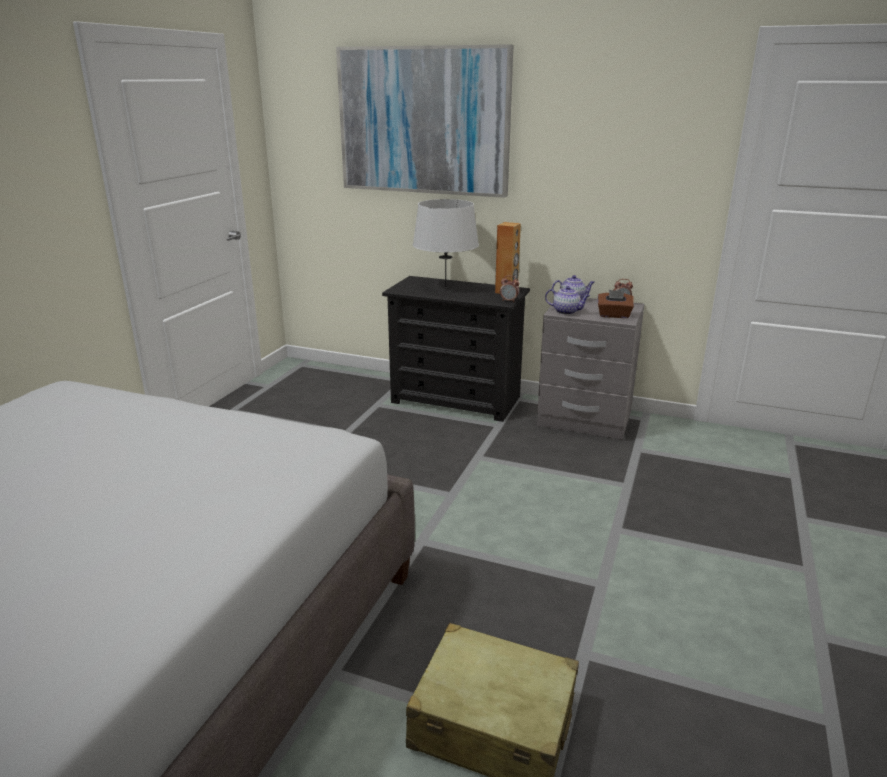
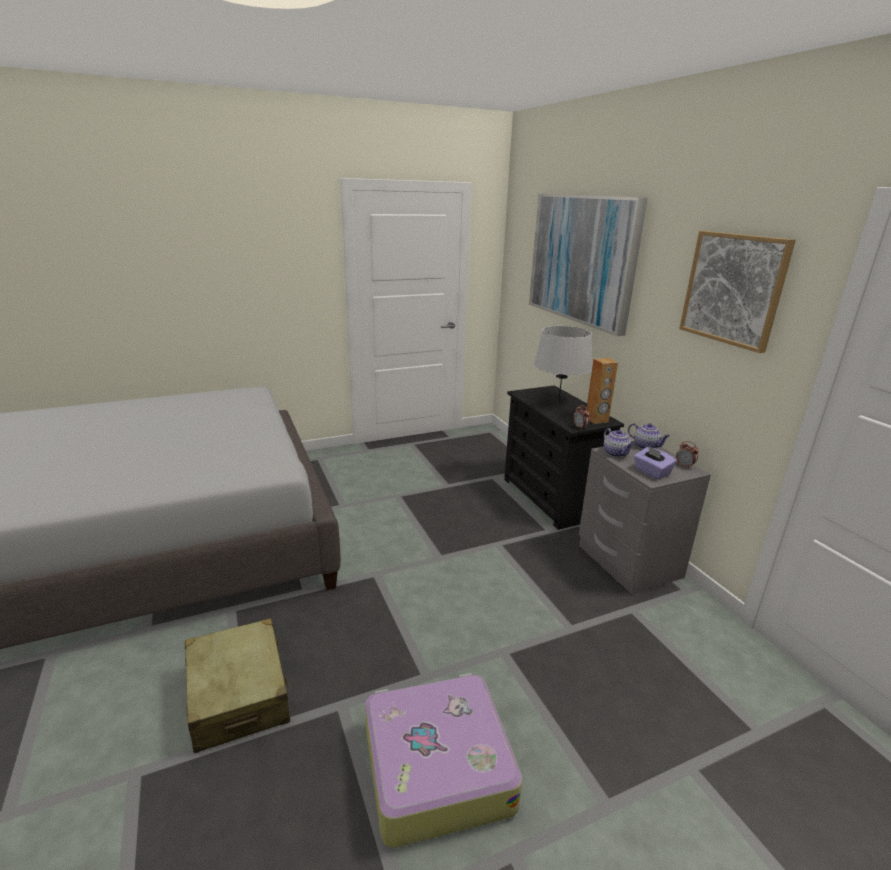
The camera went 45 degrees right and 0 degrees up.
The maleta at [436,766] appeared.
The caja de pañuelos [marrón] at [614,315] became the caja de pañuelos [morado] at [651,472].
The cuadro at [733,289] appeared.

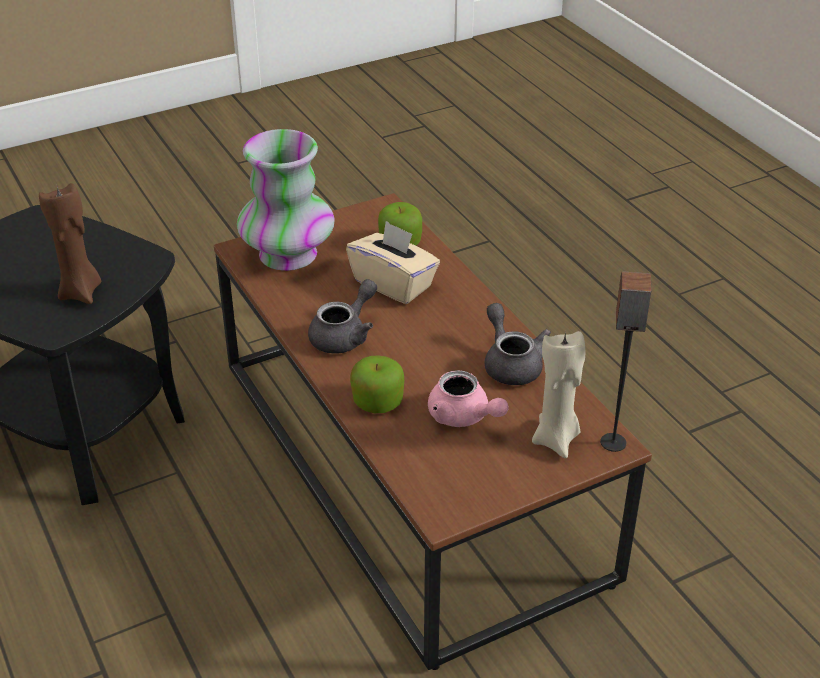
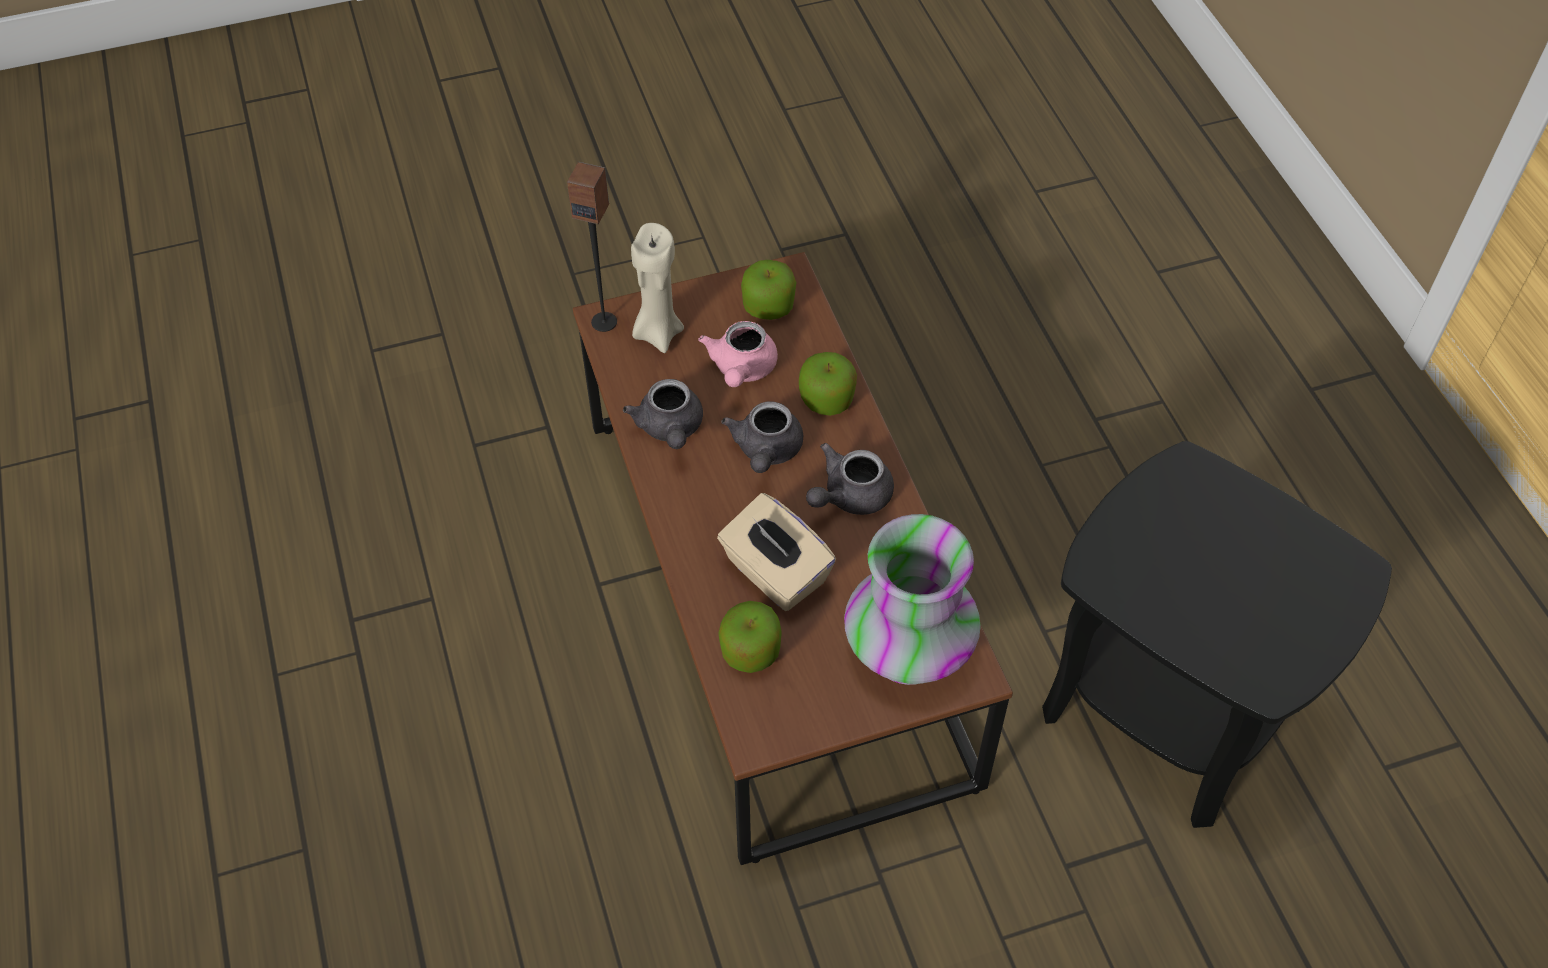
The camera went 170 degrees left and 15 degrees up.
The tetera [rosa] at [463,417] turned 135 degrees counterclockwise.
The tetera [gris] at [766,451] appeared.
The manzana at [768,306] appeared.
The vela [marrón] at [81,292] disappeared.

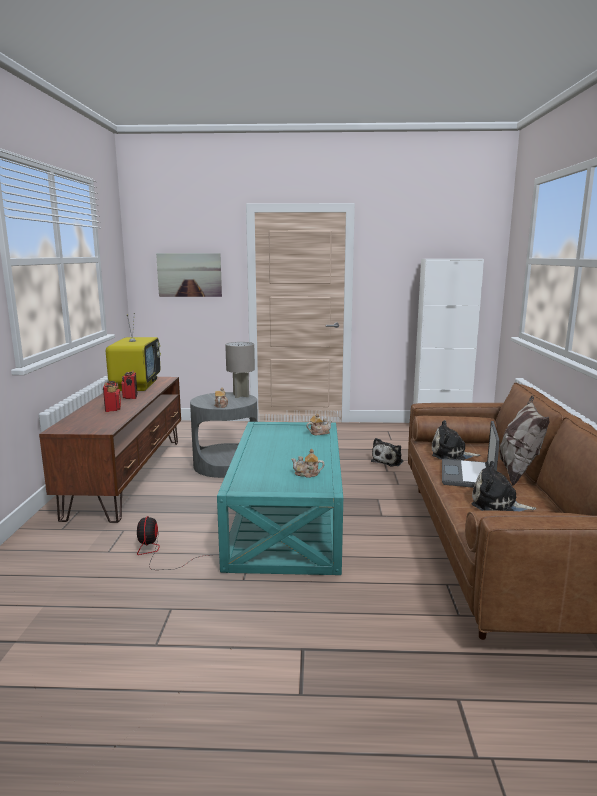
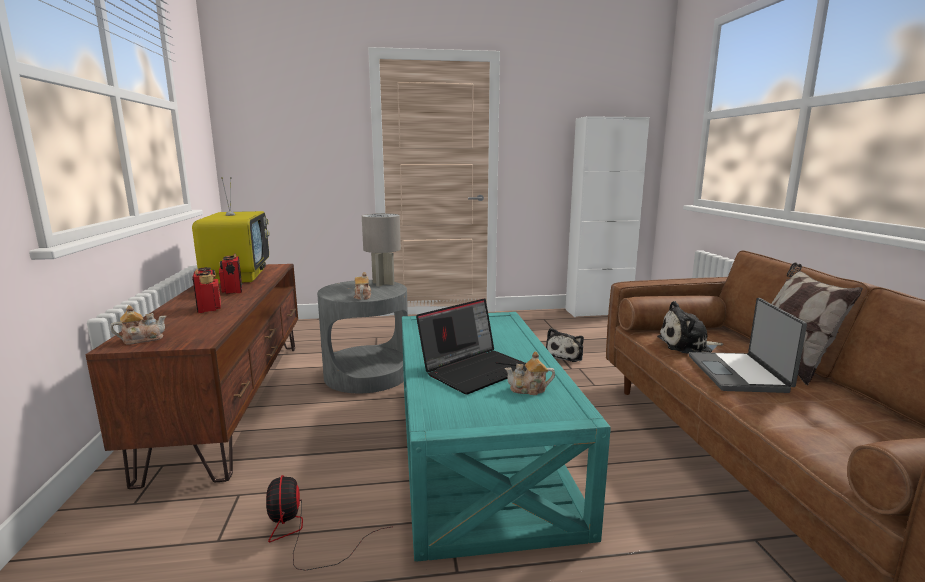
The camera went 10 degrees left and 0 degrees up.
The tetera moved from [319,433] to [142,339].
The portátil at [476,369] appeared.
The cuadro at [189,275] disappeared.
The peluche at [497,504] disappeared.

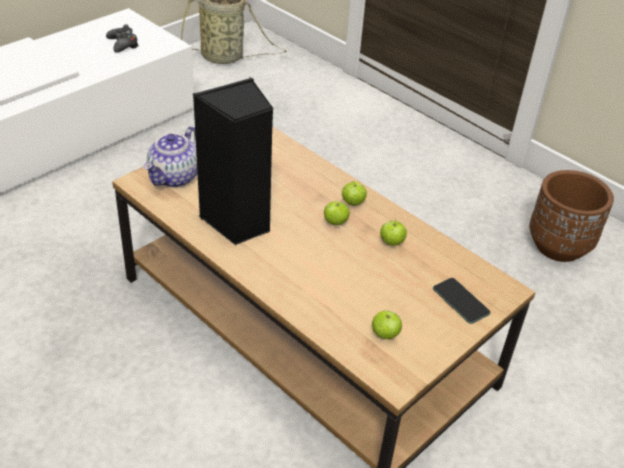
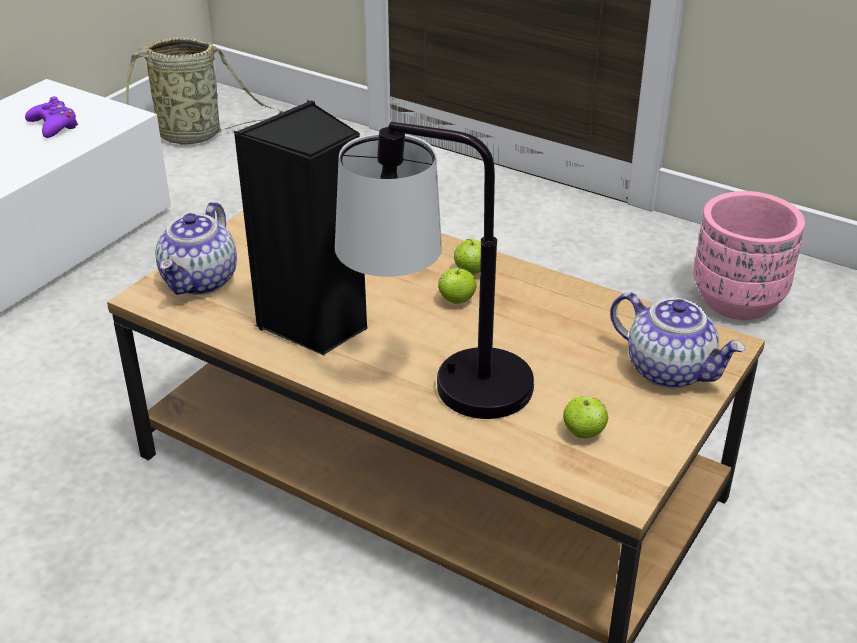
The camera went 10 degrees left and 5 degrees down.
The mando de consola [negro] at [123,44] became the mando de consola [morado] at [54,126].
The lámpara de mesa at [437,384] appeared.
The móvil at [460,301] was replaced by the tetera at [670,370].
The maceta [marrón] at [558,246] became the maceta [rosa] at [737,301].
The manzana at [391,243] disappeared.

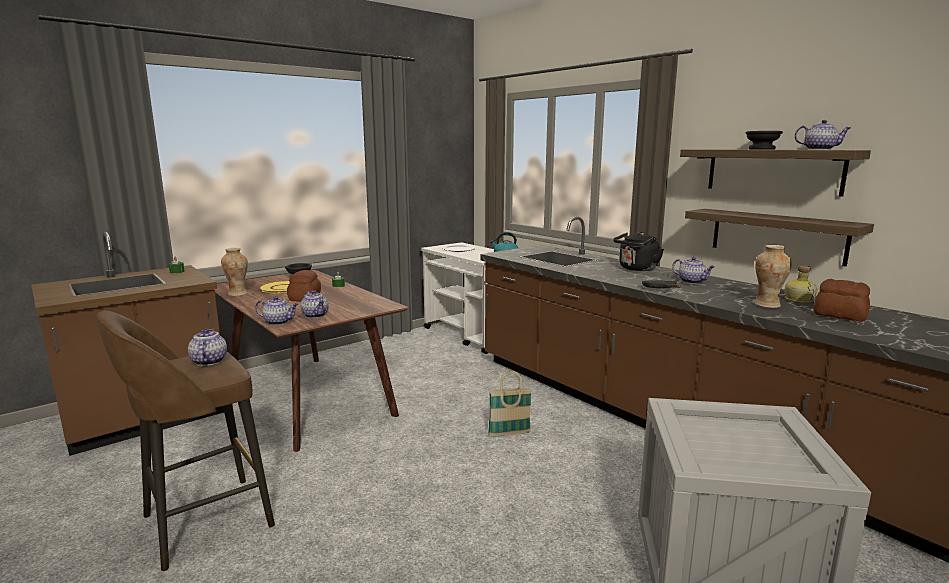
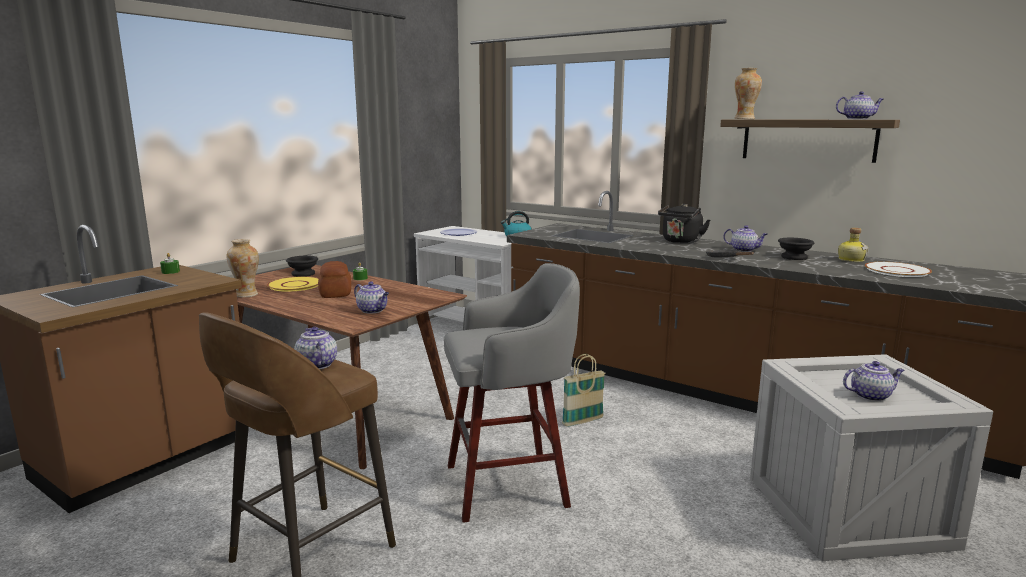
The camera went 15 degrees left and 0 degrees up.
The taburete [gris] at [511,485] appeared.
The florero moved from [767,305] to [744,119].
The cuenco [negro] moved from [762,149] to [795,257].
The tetera moved from [279,322] to [871,396].
The pan at [840,315] was replaced by the plato [blanco] at [897,270].
The estante at [777,235] disappeared.

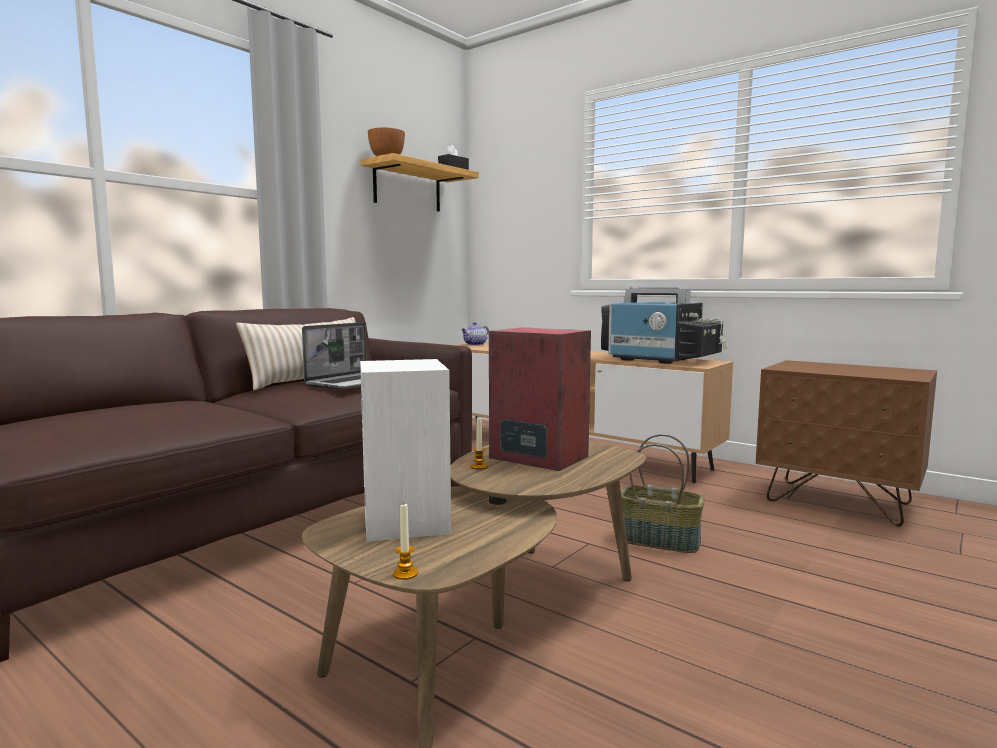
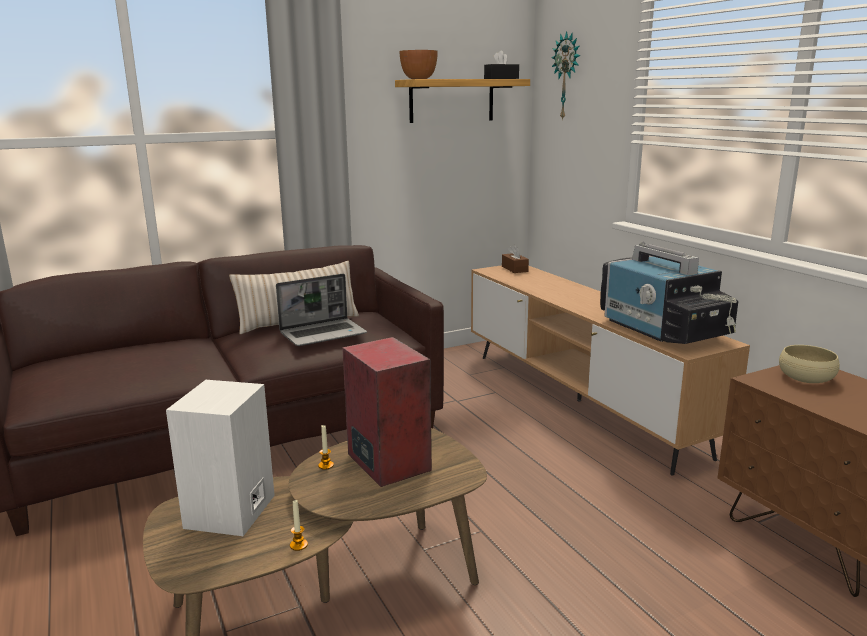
The camera went 25 degrees right and 10 degrees up.
The vela moved from [405,574] to [298,545].
The tetera at [475,345] was replaced by the caja de pañuelos [marrón] at [514,269].
The reloj de pared at [567,76] appeared.
The cuenco [beis] at [806,377] appeared.
The cesta at [660,540] disappeared.

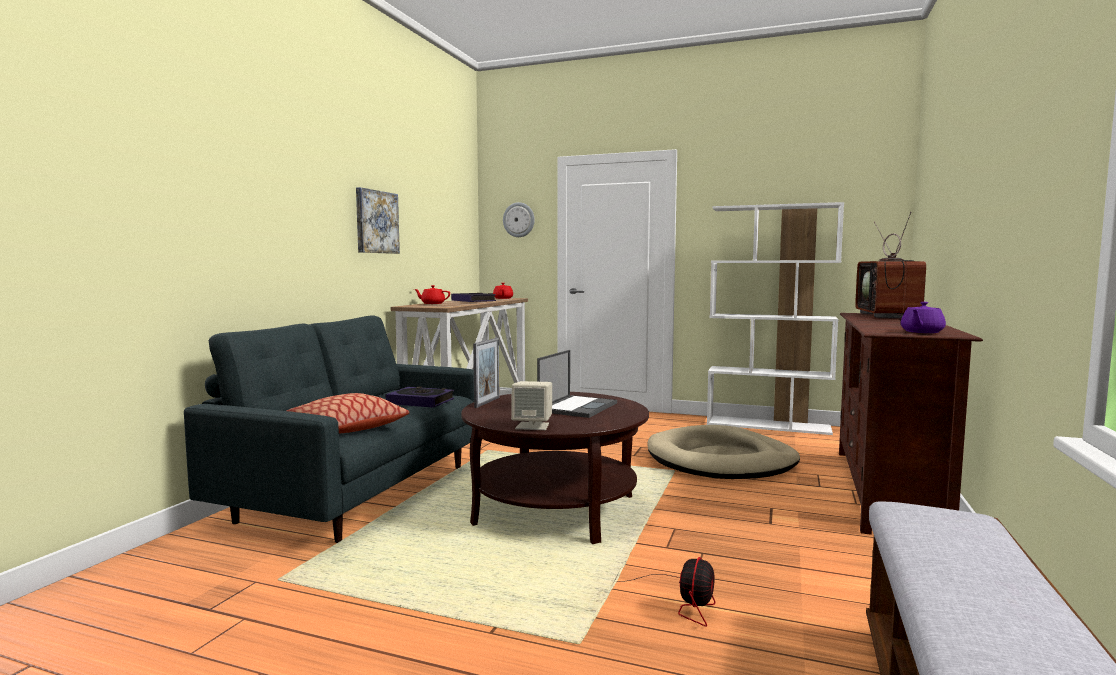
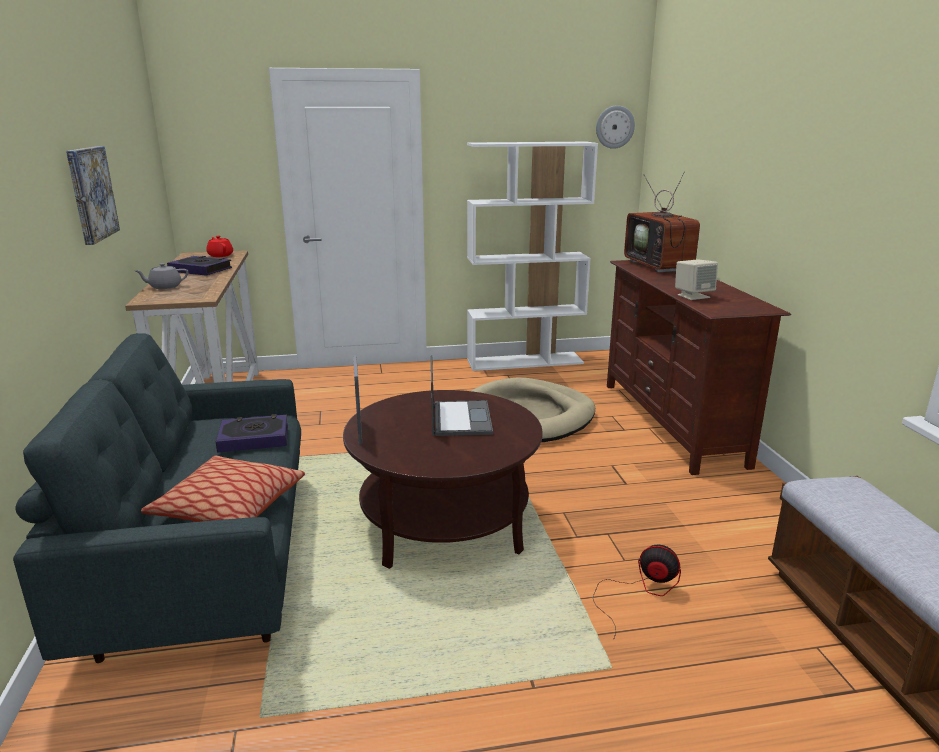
The camera went 30 degrees left and 15 degrees up.
The tetera [rojo] at [432,303] became the tetera [gris] at [165,287].
The ventilador at [682,601] turned 60 degrees counterclockwise.
The reloj de pared moved from [519,220] to [614,127].
The altavoz [beis] moved from [533,426] to [693,296].
The tetera [morado] at [921,332] disappeared.

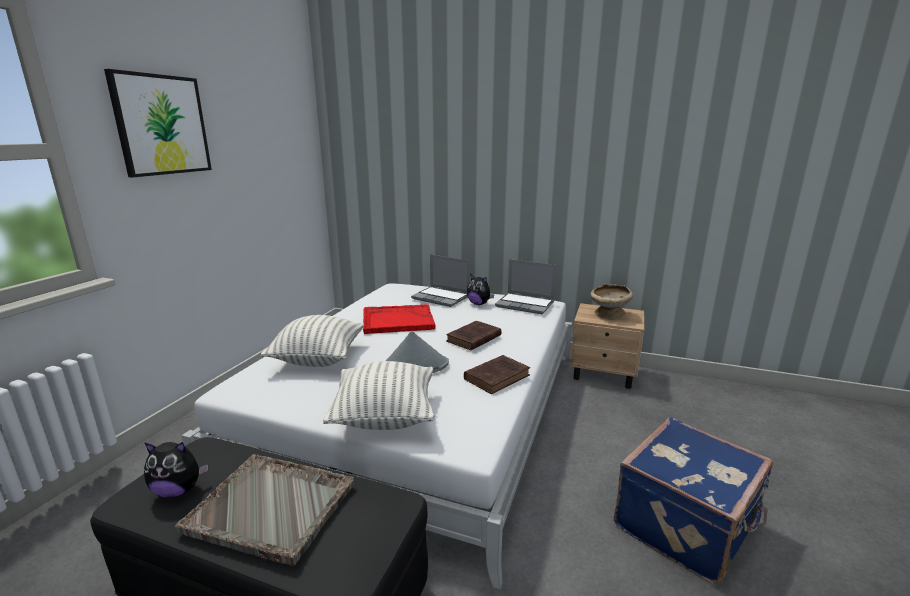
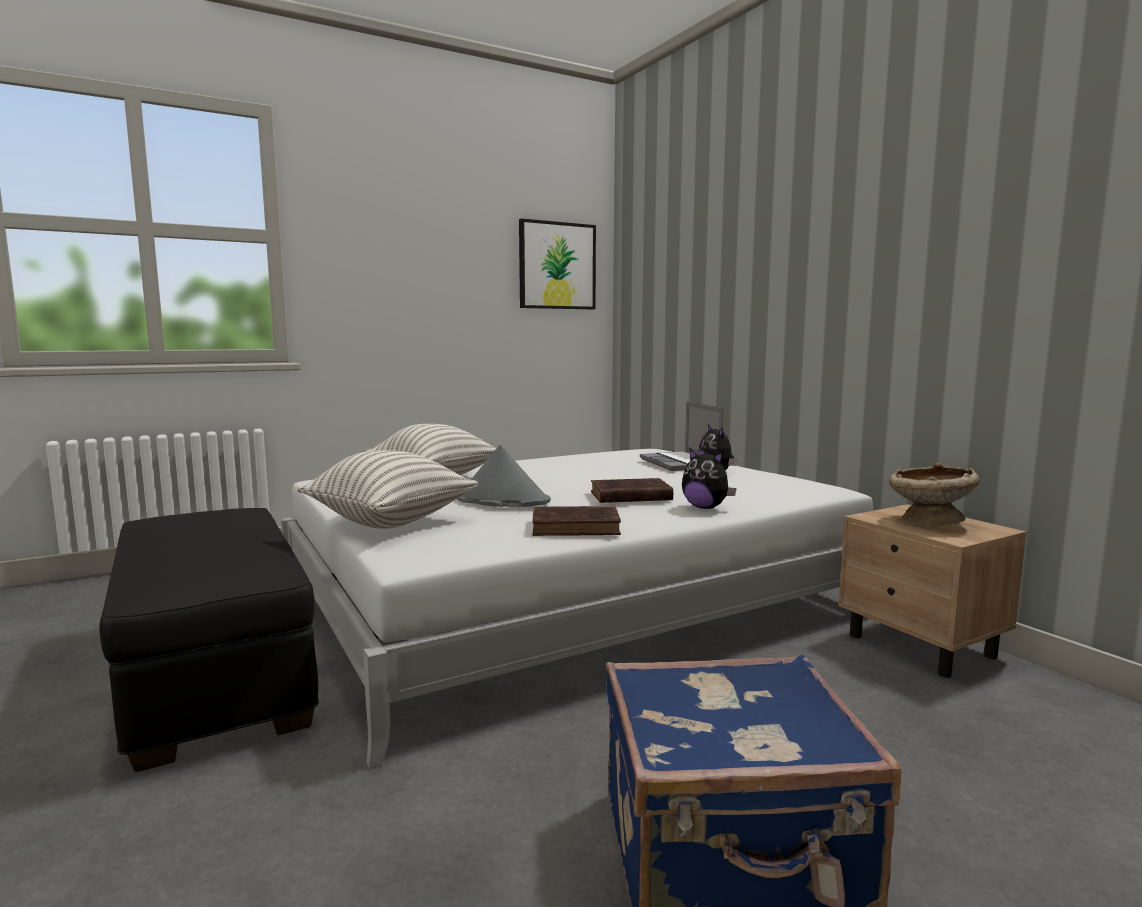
The camera went 40 degrees right and 10 degrees down.
The cuadro moved from [161,125] to [557,266].
The peluche moved from [178,490] to [705,507].
The bandeja [gris] at [272,507] disappeared.
The bandeja [rojo] at [397,320] disappeared.
The portátil at [526,304] disappeared.

